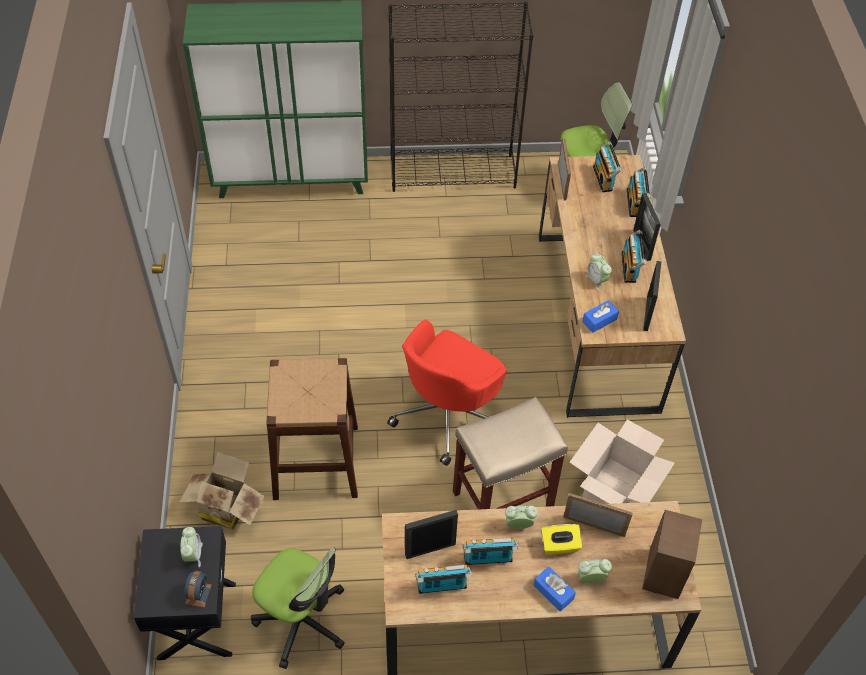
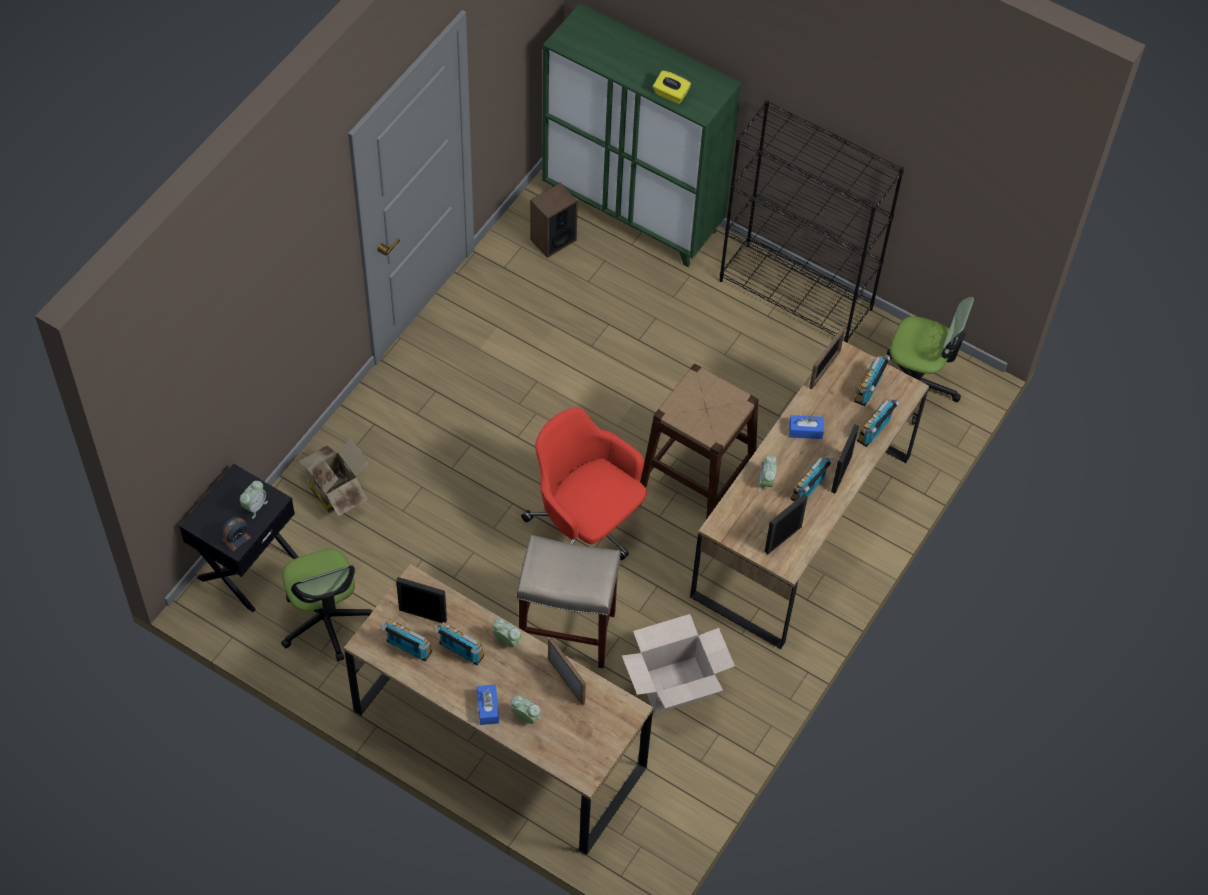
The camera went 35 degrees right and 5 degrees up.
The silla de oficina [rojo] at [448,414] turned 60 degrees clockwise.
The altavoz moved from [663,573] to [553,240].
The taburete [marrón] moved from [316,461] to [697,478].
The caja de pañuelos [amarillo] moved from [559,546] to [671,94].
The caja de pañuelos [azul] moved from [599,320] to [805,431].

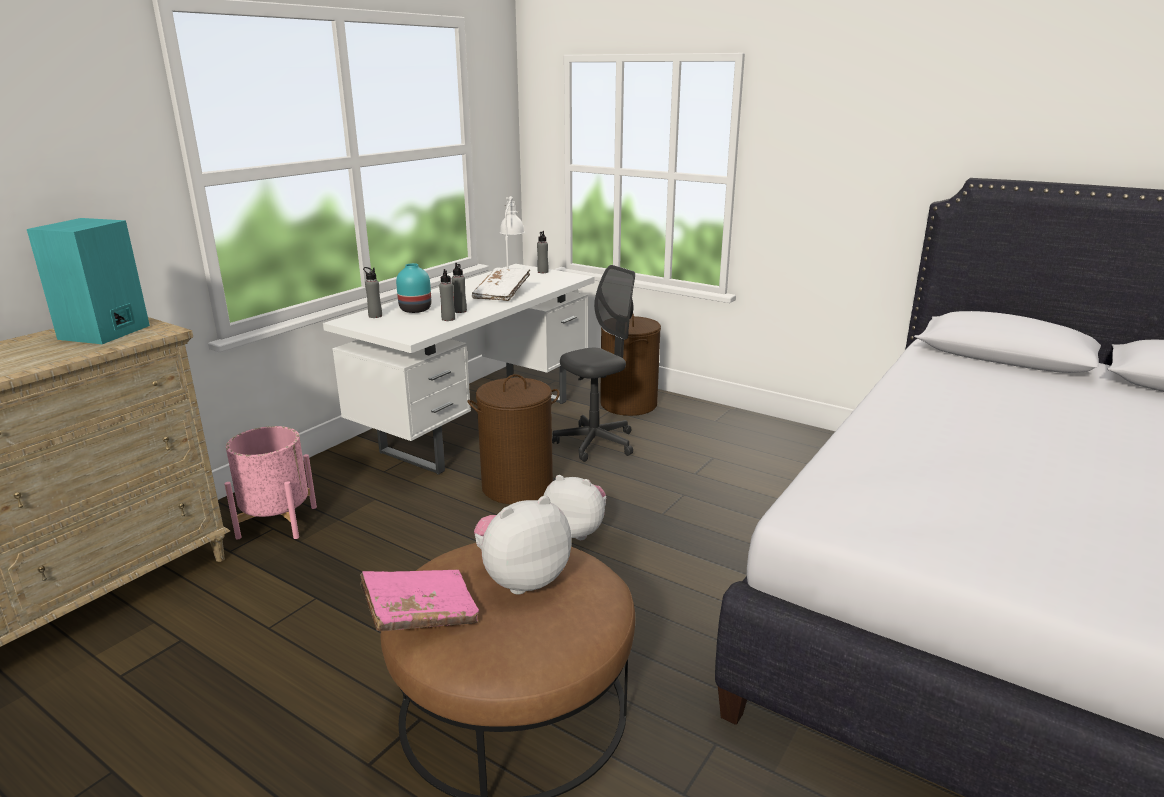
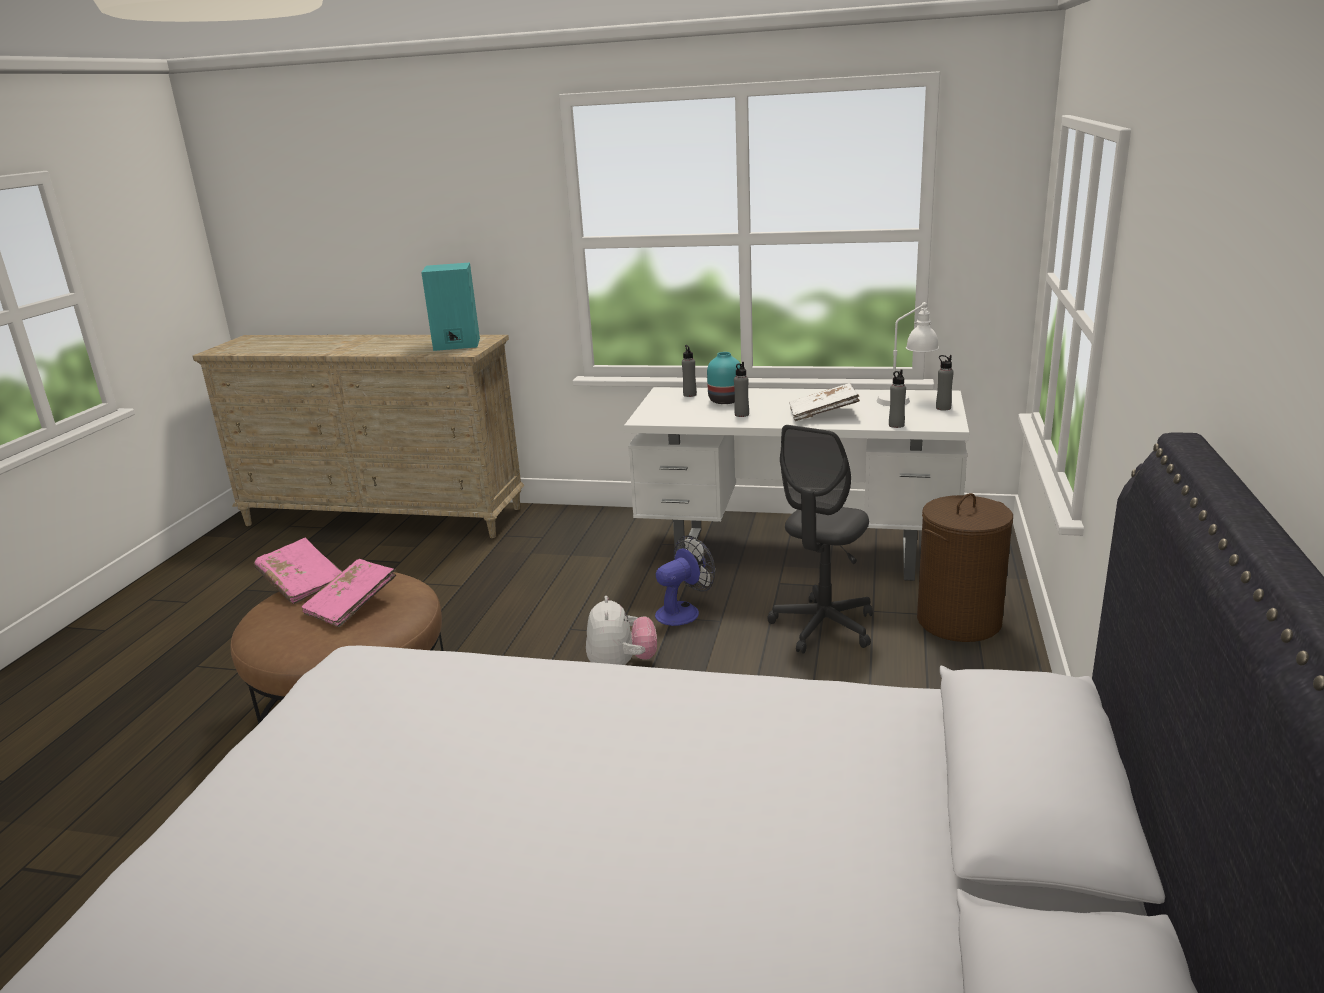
The camera went 70 degrees right and 0 degrees up.
The peluche at [522,579] was replaced by the libro [rosa] at [352,605].
The cesto de la ropa [marrón] at [516,487] was replaced by the ventilador at [683,611].
The silla de oficina [gris] at [595,443] turned 90 degrees clockwise.
The botella [gris] moved from [448,319] to [896,425].
The maceta [rosa] at [277,522] disappeared.

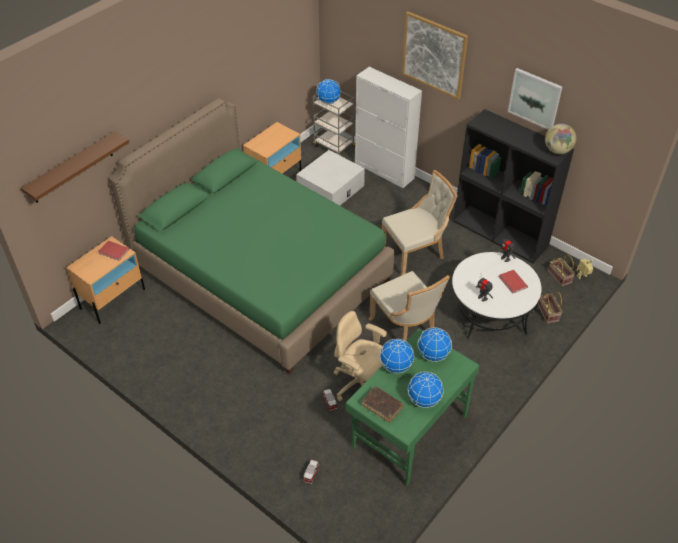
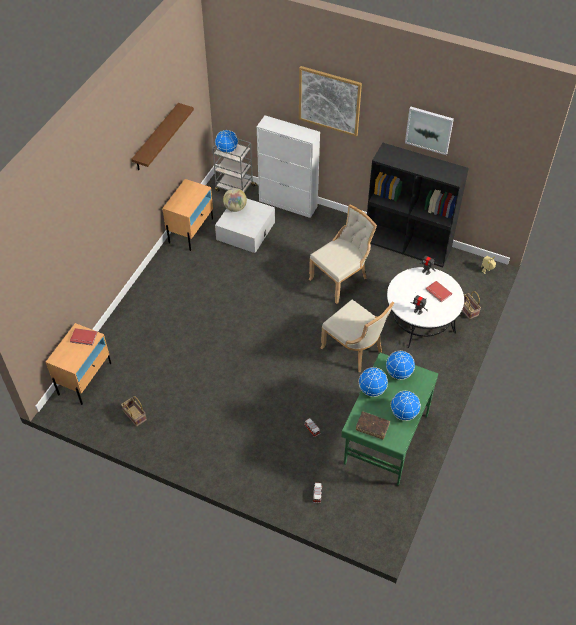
The camera went 15 degrees left and 5 degrees up.
The cesta moved from [558,277] to [134,415].
The estante [marrón] moved from [72,168] to [156,138].
The globo terráqueo moved from [557,150] to [235,208].
The cama [verde] at [261,274] disappeared.
The silla de oficina [beis] at [360,385] disappeared.

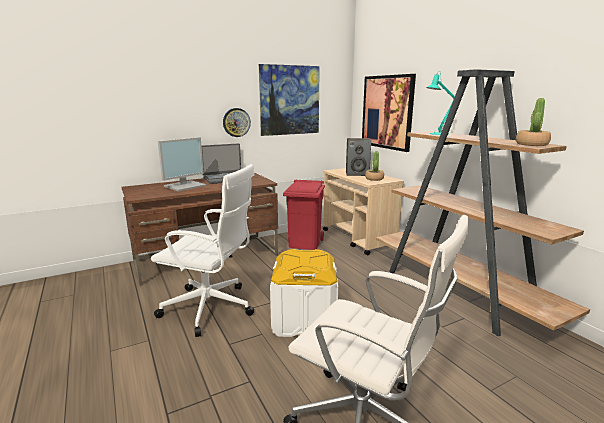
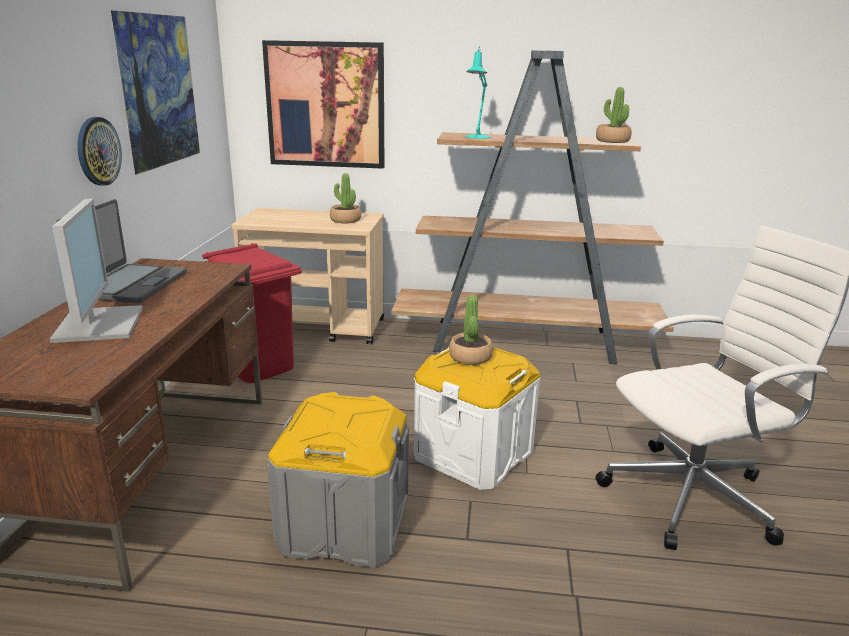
The camera went 55 degrees left and 5 degrees up.
The silla de oficina [blanco] at [211,308] was replaced by the caja de almacenaje [gris] at [344,524].
The planta en maceta at [470,357] appeared.
The altavoz at [357,174] disappeared.

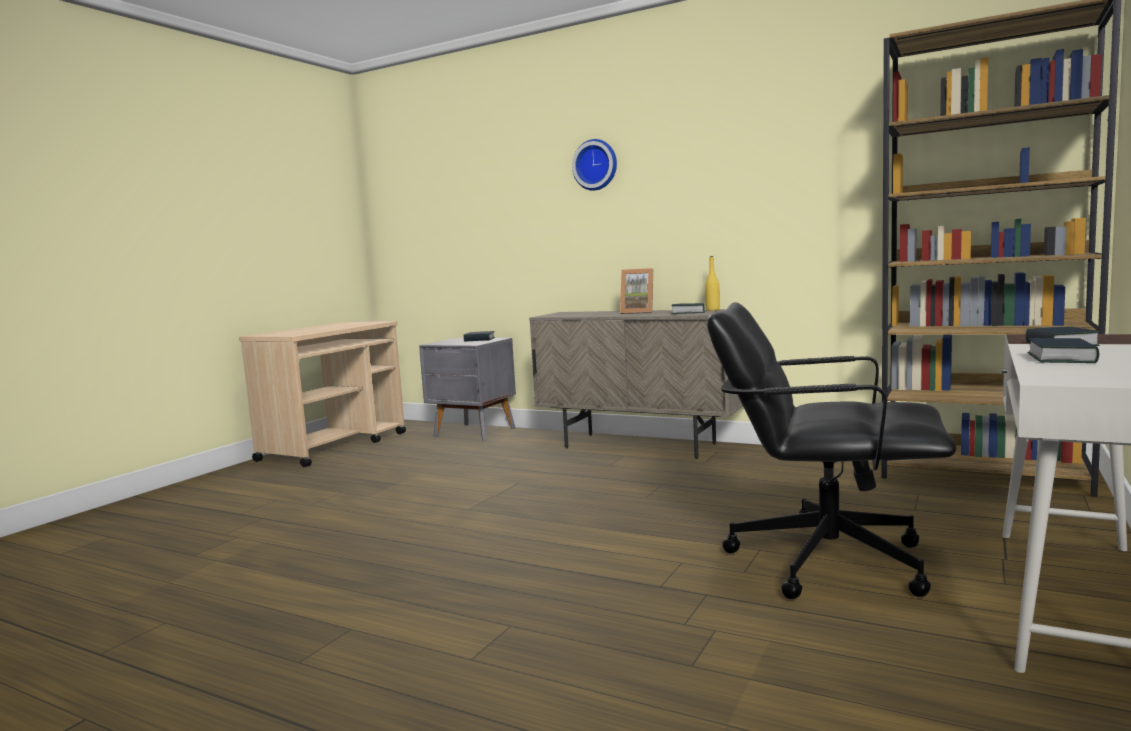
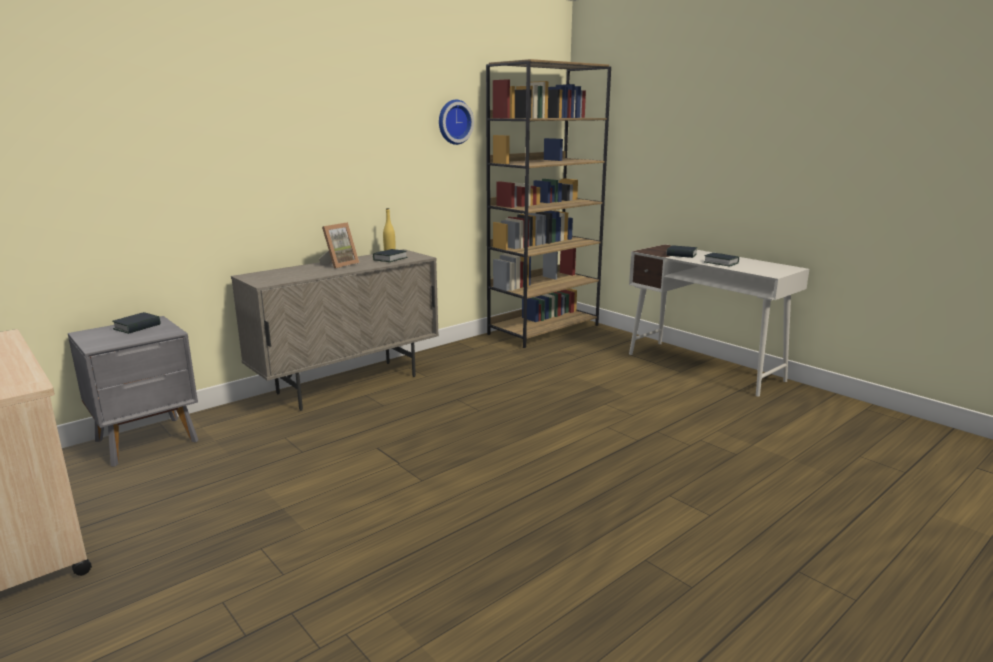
The camera went 70 degrees left and 10 degrees up.
The reloj de pared moved from [596,165] to [453,122].
The silla de oficina [negro] at [825,560] disappeared.

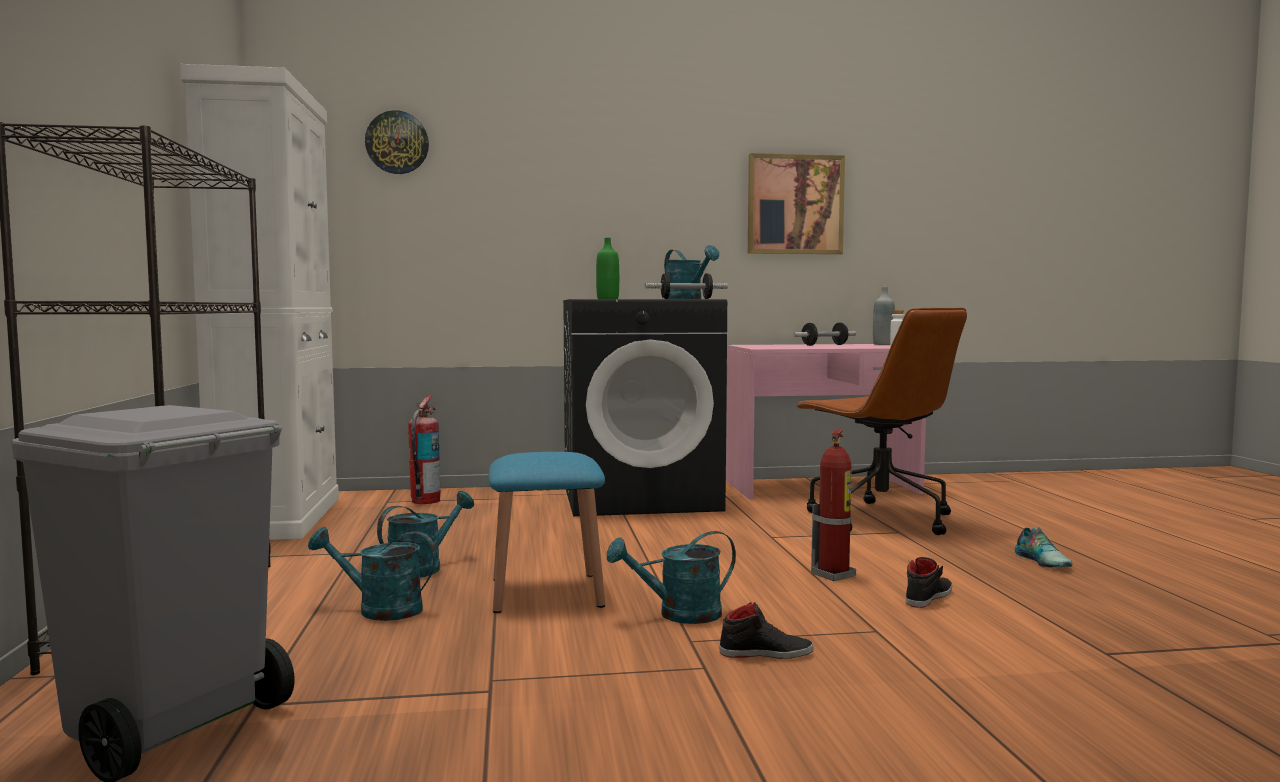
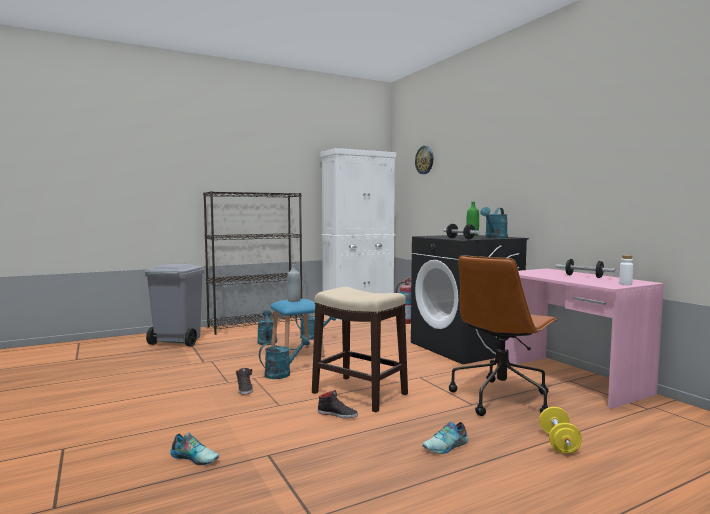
The camera went 70 degrees right and 0 degrees up.
The zapato at [195,457] appeared.
The regadera [turquesa] at [679,615] turned 90 degrees clockwise.
The botella [gris] moved from [883,344] to [294,300].
The extintor at [834,575] was replaced by the taburete at [360,393].
The mancuerna [amarillo] at [559,443] appeared.
The cuadro at [795,205] disappeared.

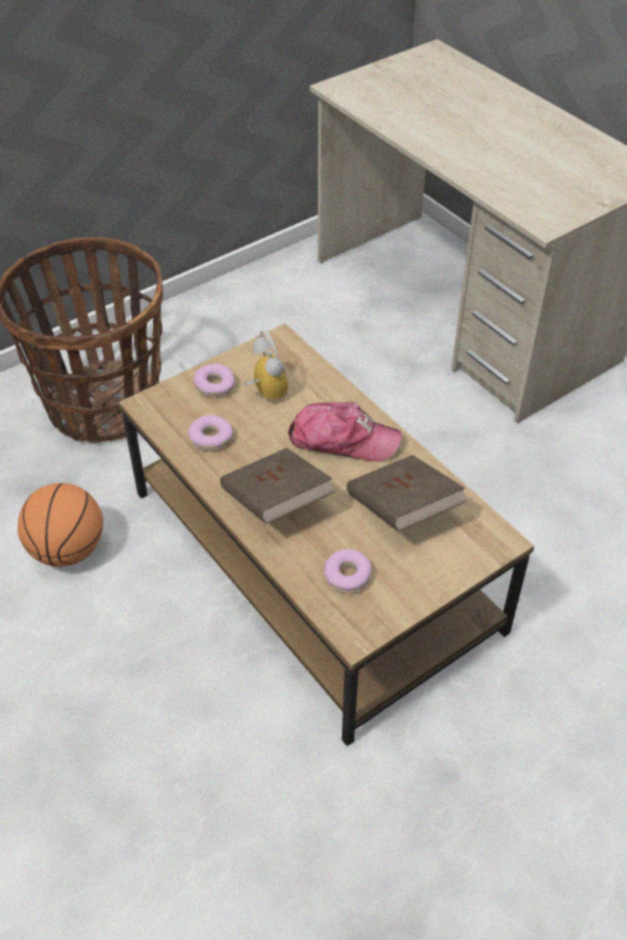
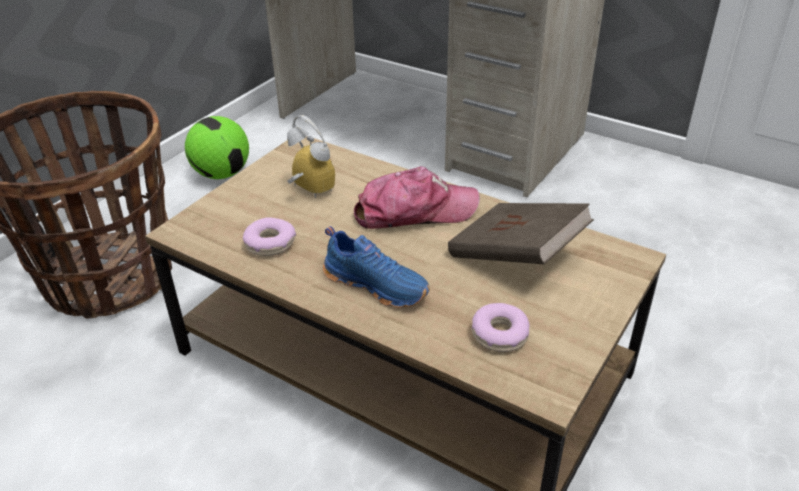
The camera went 20 degrees left and 10 degrees down.
The balón de fútbol at [222,174] appeared.
The libro [marrón] at [276,502] was replaced by the zapato [azul] at [377,284].
The balón de baloncesto at [68,550] disappeared.
The rosquilla at [215,386] disappeared.

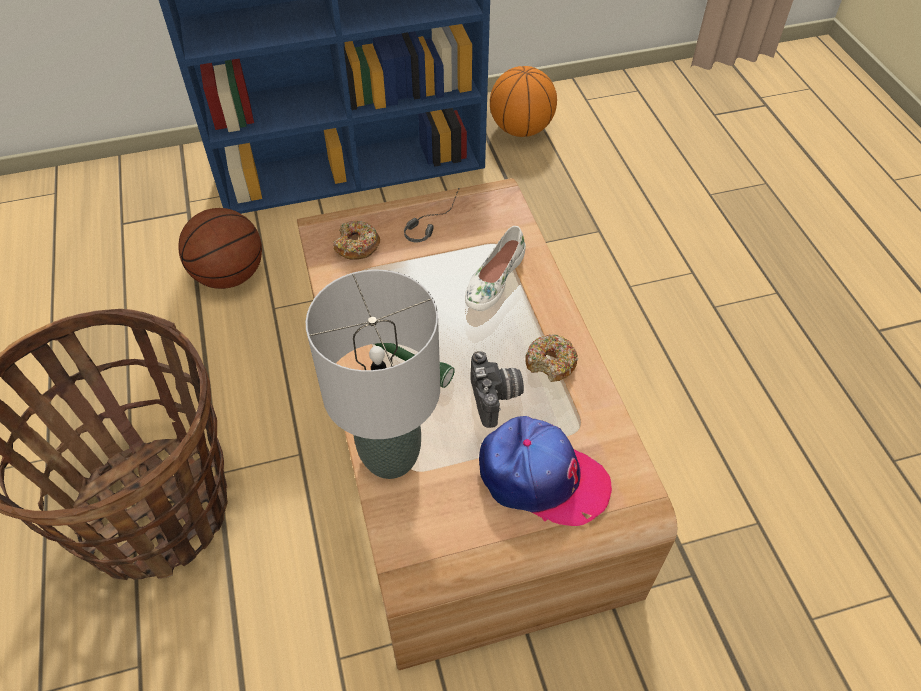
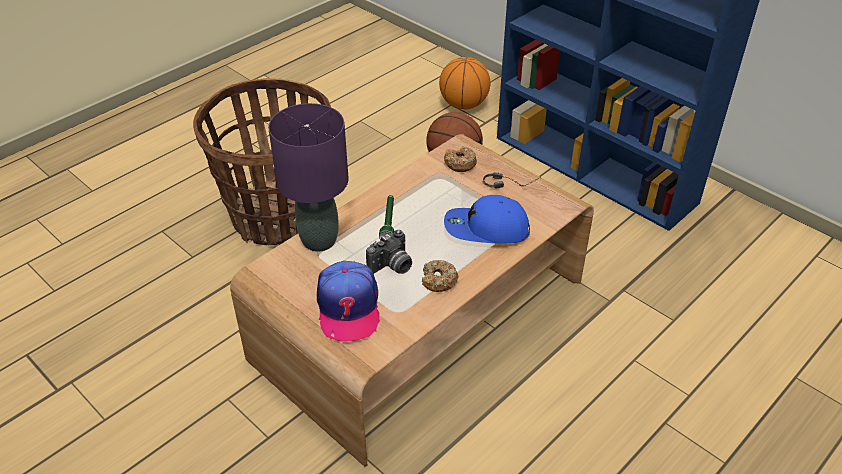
The camera went 60 degrees right and 10 degrees down.
The lámpara de mesa [gris] at [391,455] became the lámpara de mesa [morado] at [320,240].
The balón de baloncesto moved from [521,129] to [463,105].
The zapato [blanco] at [493,279] was replaced by the gorra [azul] at [486,230].

